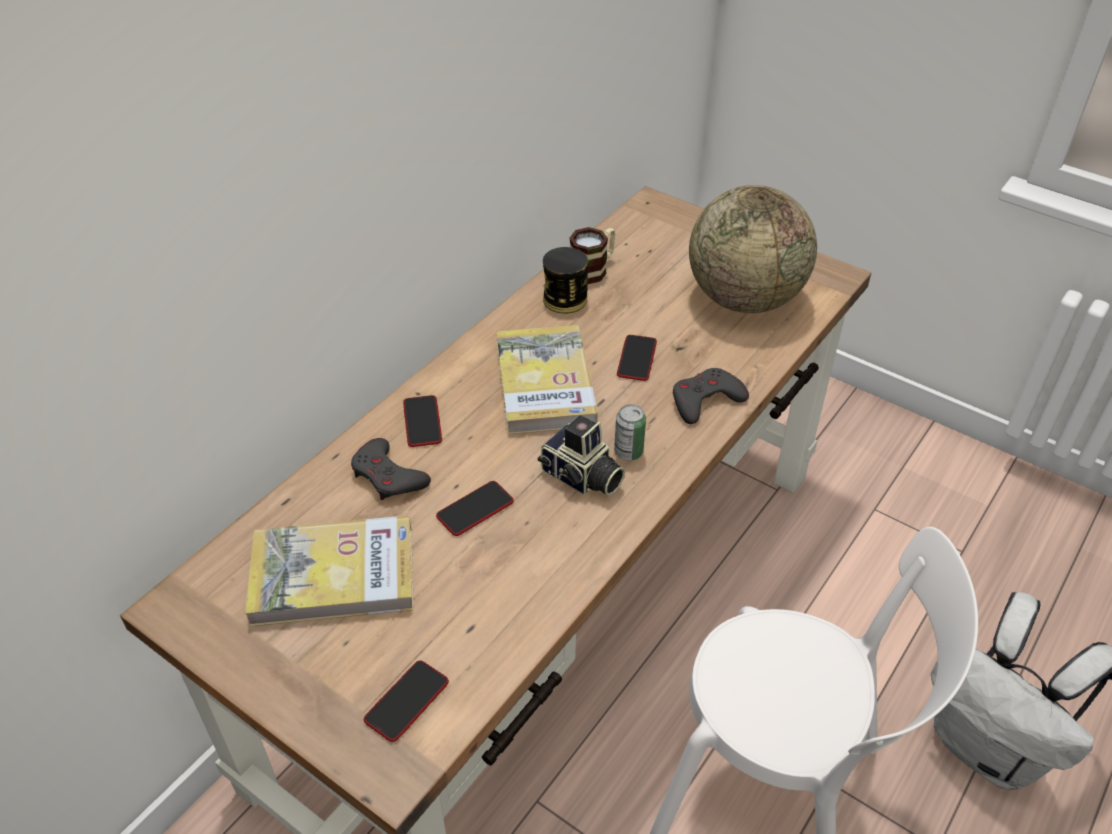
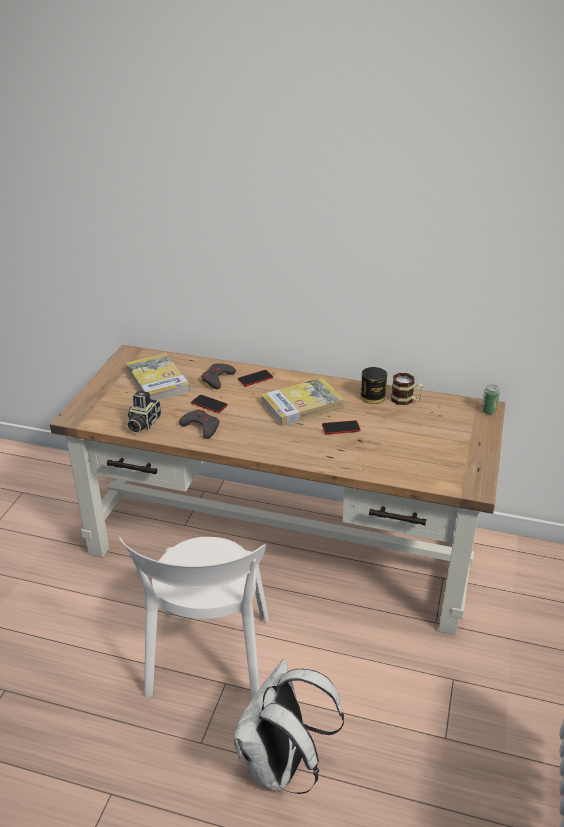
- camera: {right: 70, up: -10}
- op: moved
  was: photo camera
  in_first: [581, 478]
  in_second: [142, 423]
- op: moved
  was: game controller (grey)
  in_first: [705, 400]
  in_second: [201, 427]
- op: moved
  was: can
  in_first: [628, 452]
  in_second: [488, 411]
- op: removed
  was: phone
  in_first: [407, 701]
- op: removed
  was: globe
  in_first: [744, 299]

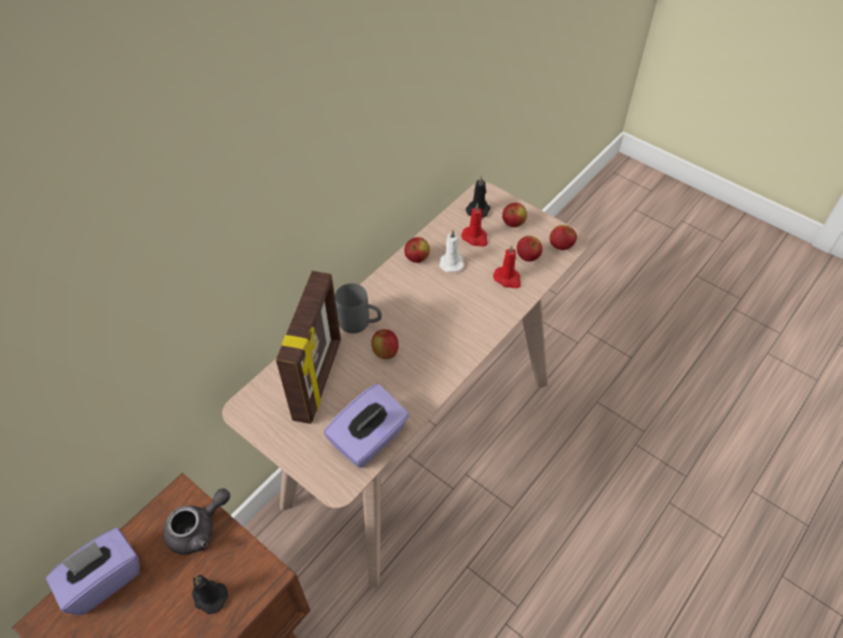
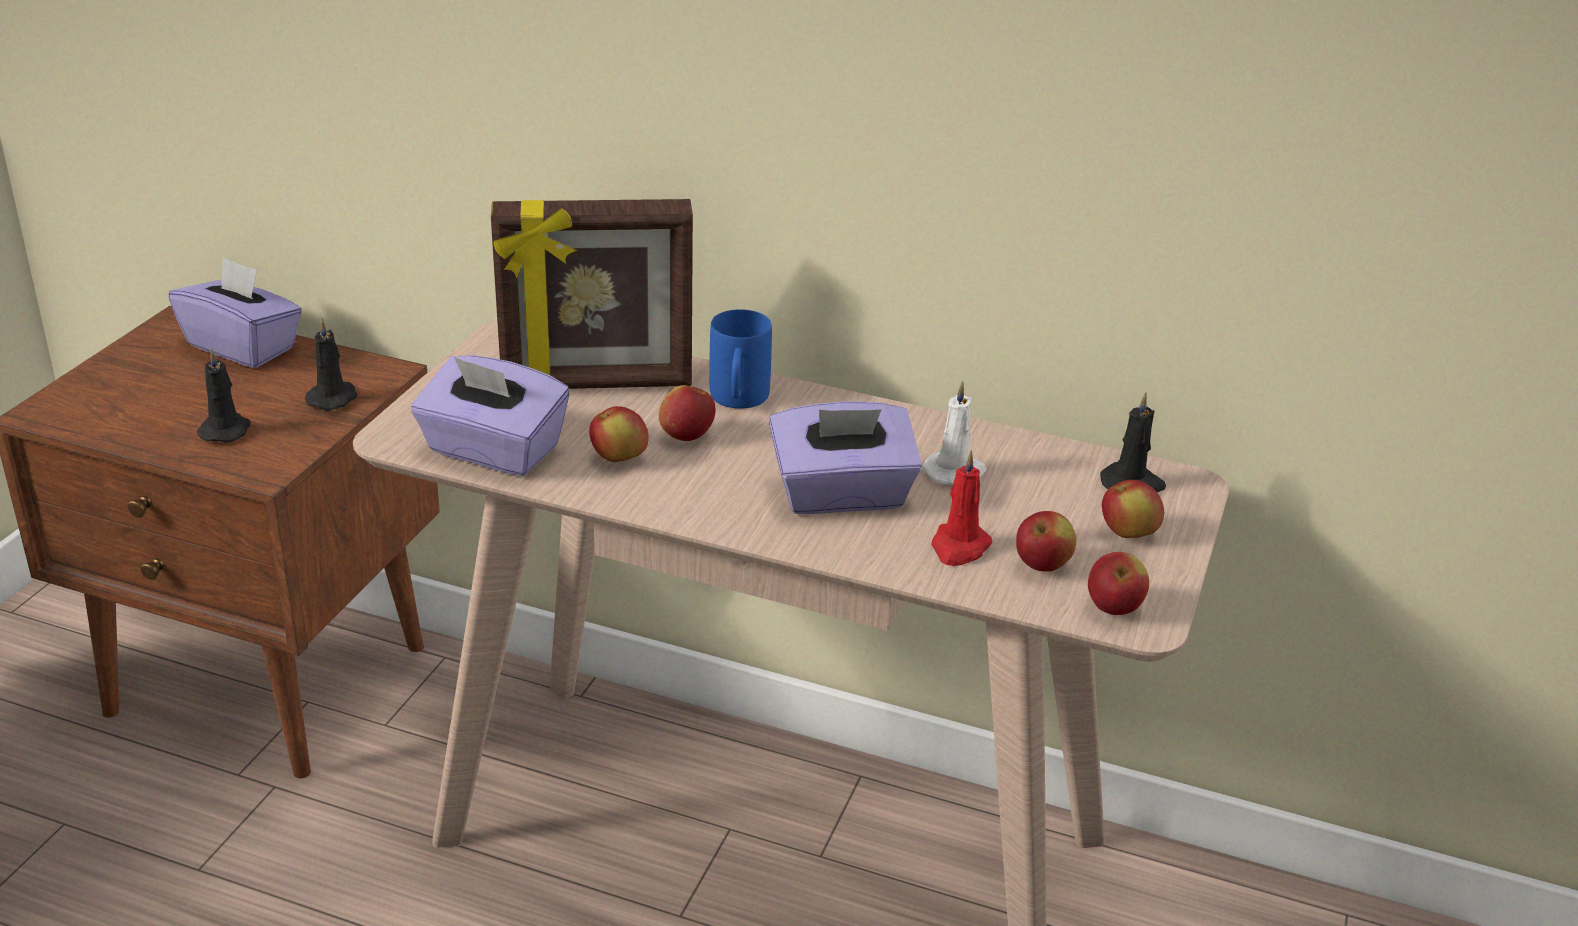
- camera: {right: 70, up: -20}
- op: replaced
  was: teapot (grey)
  now: candle (black)
  in_first: [199, 529]
  in_second: [333, 398]
- op: moved
  was: apple
  in_first: [417, 258]
  in_second: [619, 458]
- op: recoloured
  was: mug (grey)
  now: mug (blue)
  in_first: [361, 323]
  in_second: [738, 401]
- op: added
  now: tissue box (purple)
  in_second: [842, 495]
- op: removed
  was: candle (red)
  in_first: [475, 238]

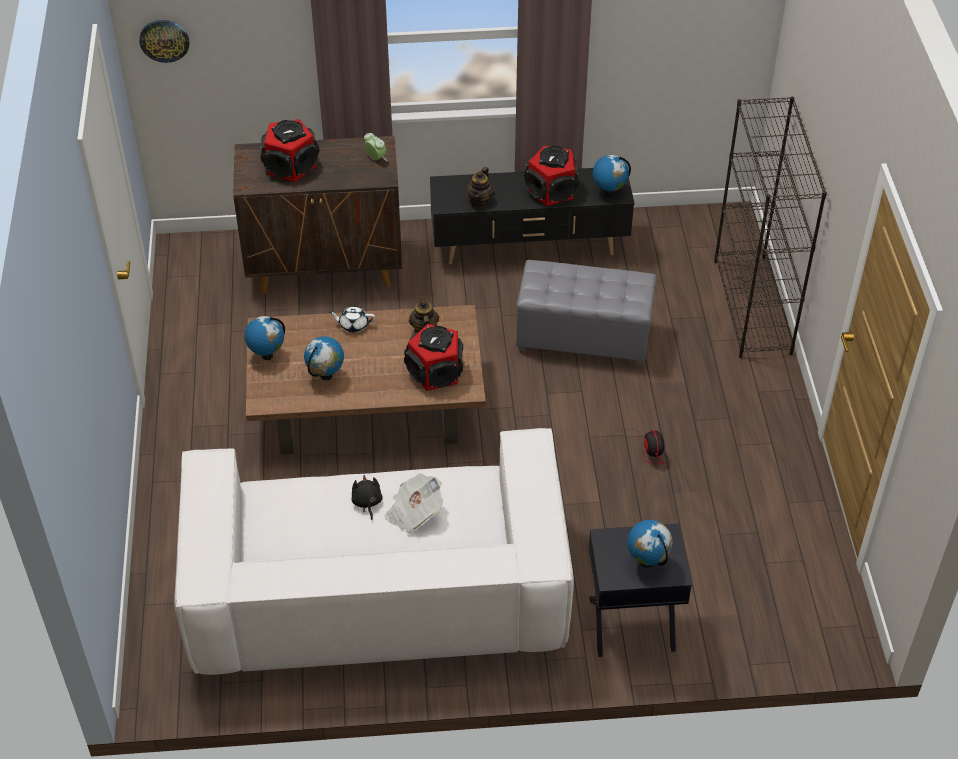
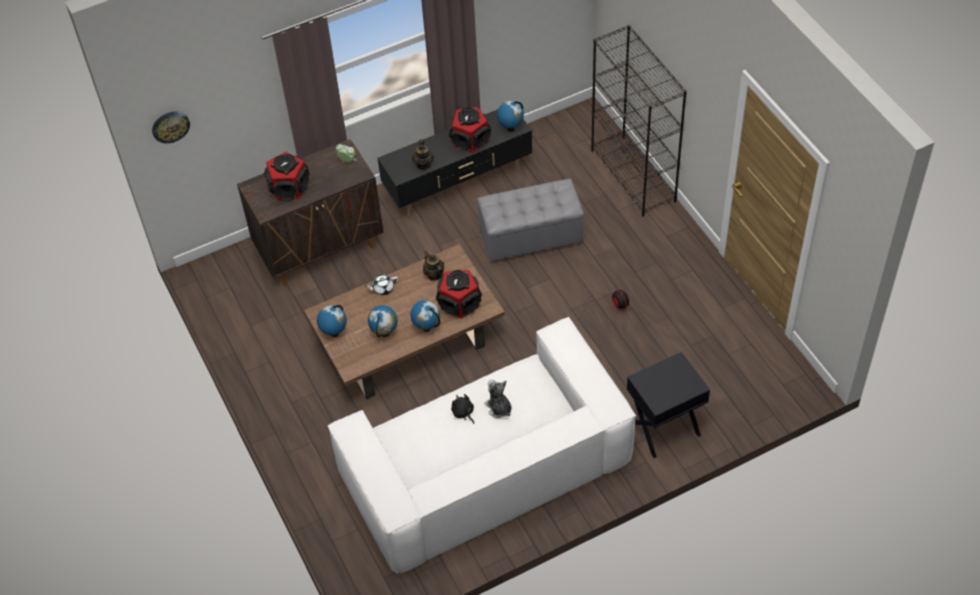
- camera: {right: -20, up: 5}
- op: moved
  was: globe
  in_first: [647, 562]
  in_second: [426, 327]
- op: replaced
  was: newspaper
  now: plush toy
  in_first: [414, 512]
  in_second: [498, 408]

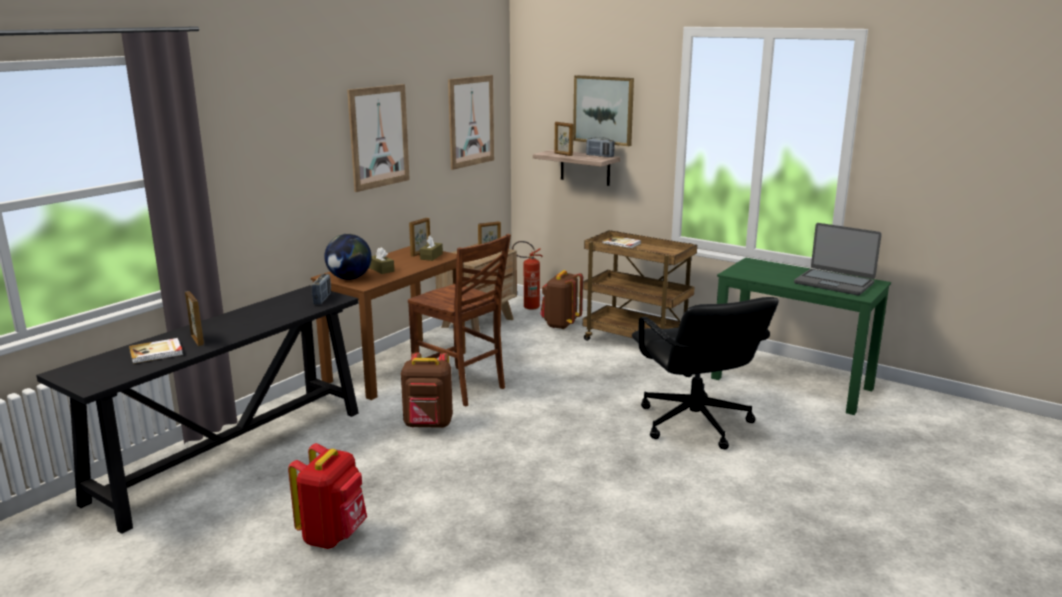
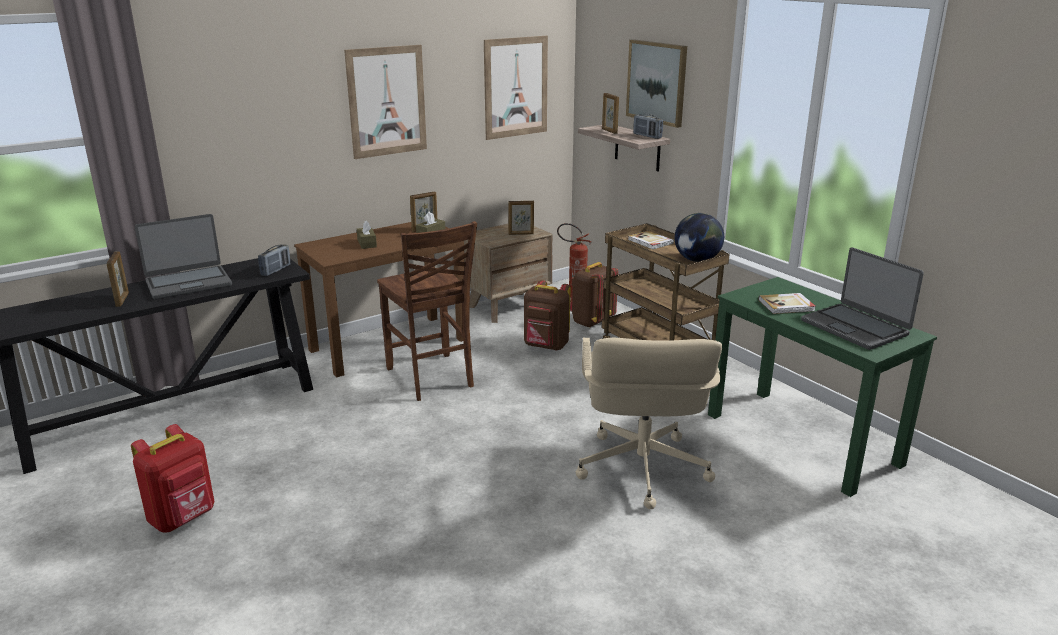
- camera: {right: 20, up: 5}
- op: added
  now: laptop
  in_second: [188, 283]
- op: moved
  was: backpack (brown)
  in_first: [428, 425]
  in_second: [546, 346]
- op: recoloured
  was: office chair (black)
  now: office chair (beige)
  in_first: [694, 424]
  in_second: [641, 469]
- op: moved
  was: globe
  in_first: [349, 278]
  in_second: [697, 260]
- op: moved
  was: book
  in_first: [156, 353]
  in_second: [787, 305]

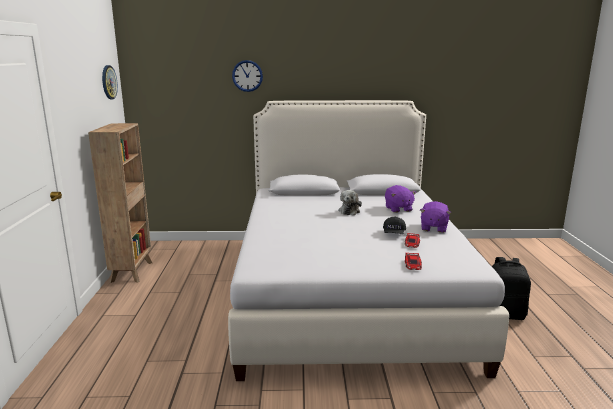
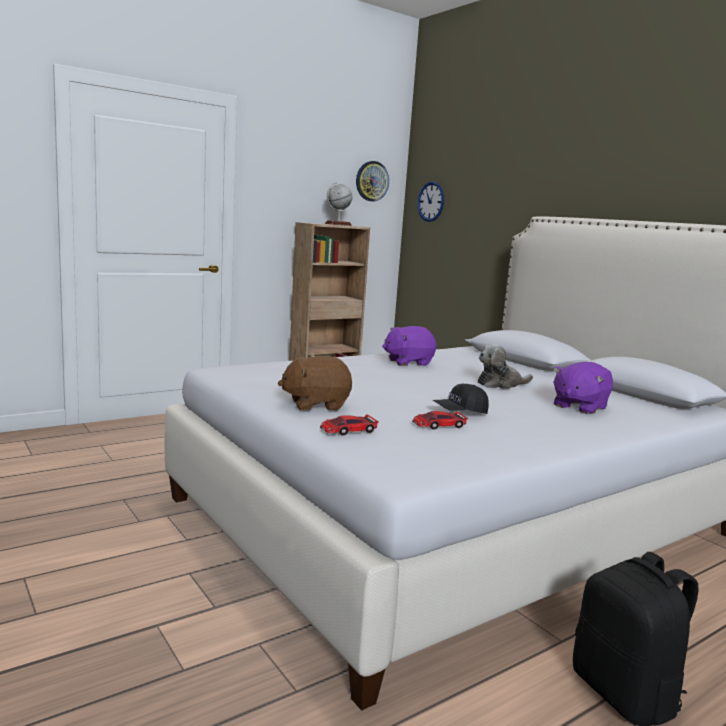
- camera: {right: 55, up: -5}
- op: added
  now: plush toy (brown)
  in_second: [316, 404]
- op: added
  now: globe
  in_second: [338, 224]
- op: moved
  was: plush toy (purple)
  in_first: [433, 228]
  in_second: [408, 362]
- op: moved
  was: wall clock
  in_first: [247, 76]
  in_second: [431, 201]

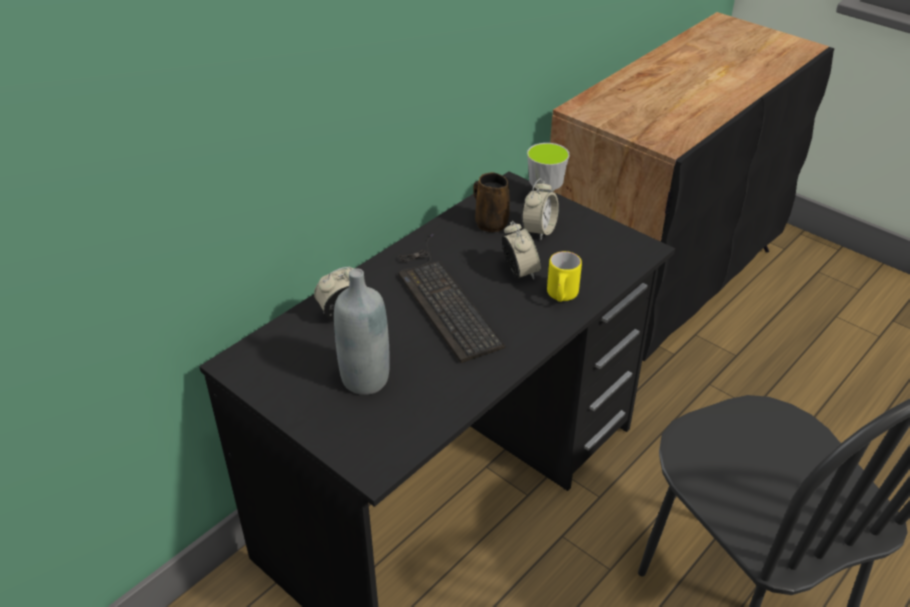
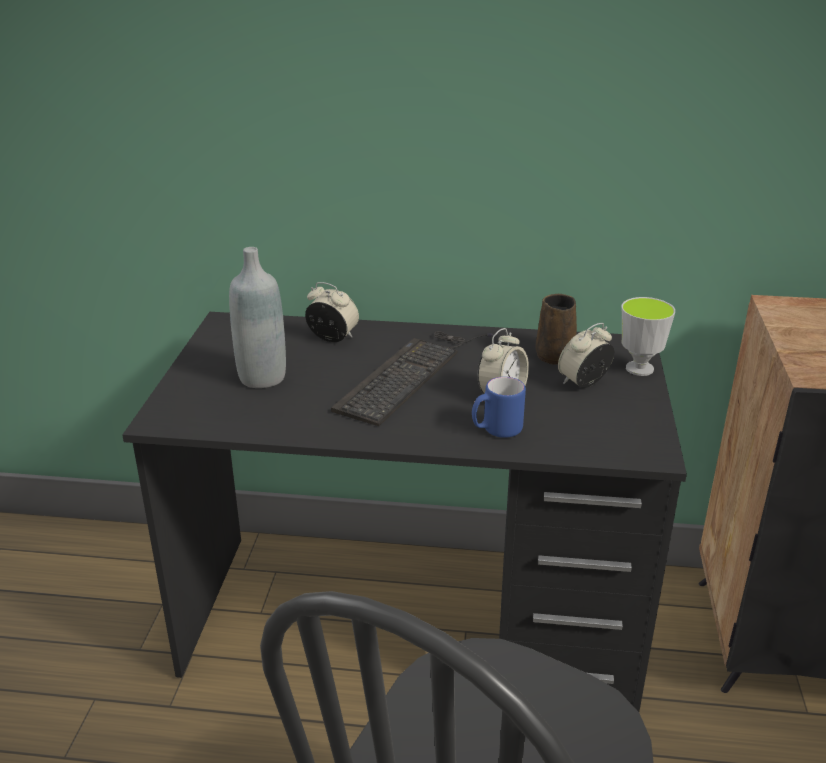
- camera: {right: 55, up: -10}
- op: recoloured
  was: mug (yellow)
  now: mug (blue)
  in_first: [561, 296]
  in_second: [496, 430]
- op: turned
  was: alarm clock
  in_first: [539, 230]
  in_second: [583, 383]
  clockwise: 150

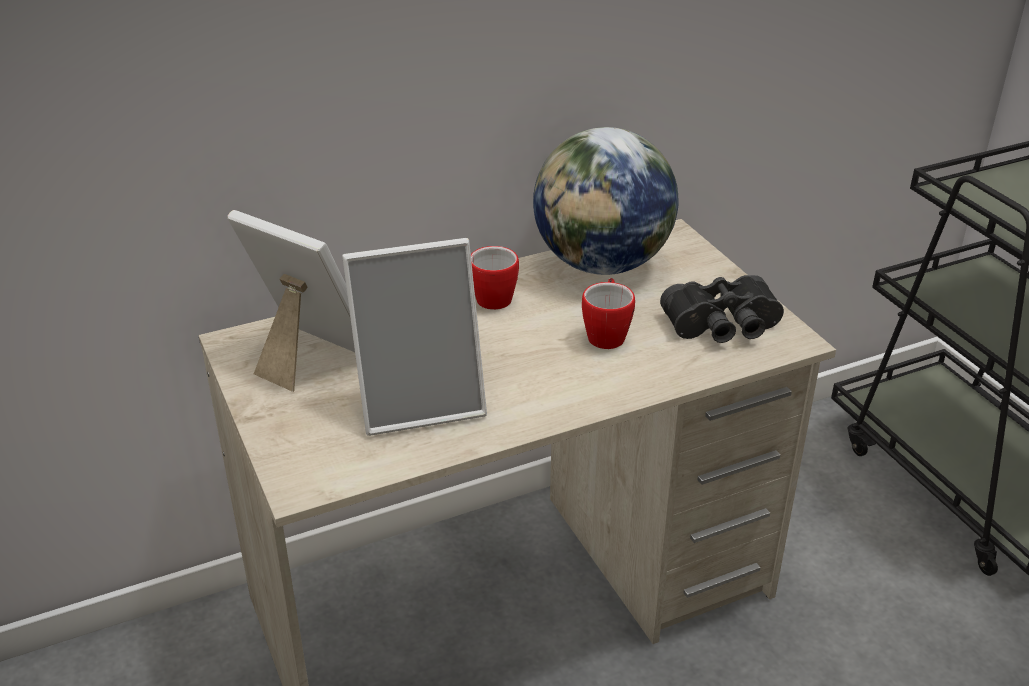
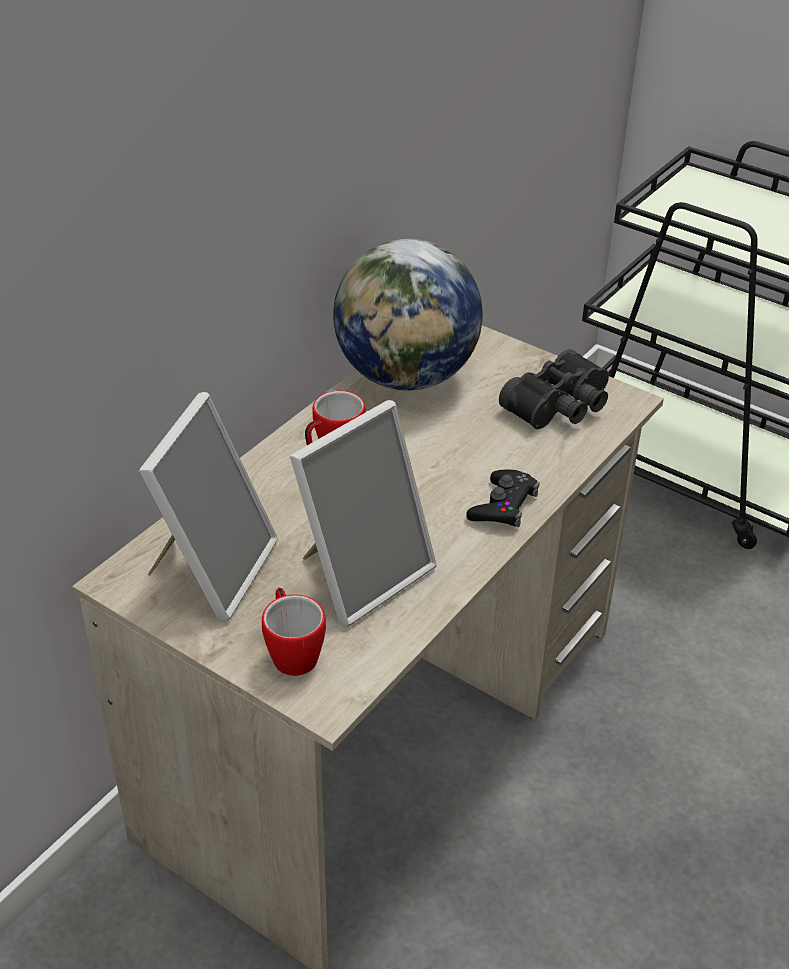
- camera: {right: -30, up: 5}
- op: turned
  was: picture frame
  in_first: [307, 357]
  in_second: [212, 569]
  clockwise: 105
- op: moved
  was: mug
  in_first: [607, 334]
  in_second: [292, 652]
- op: added
  now: game controller (black)
  in_second: [503, 506]

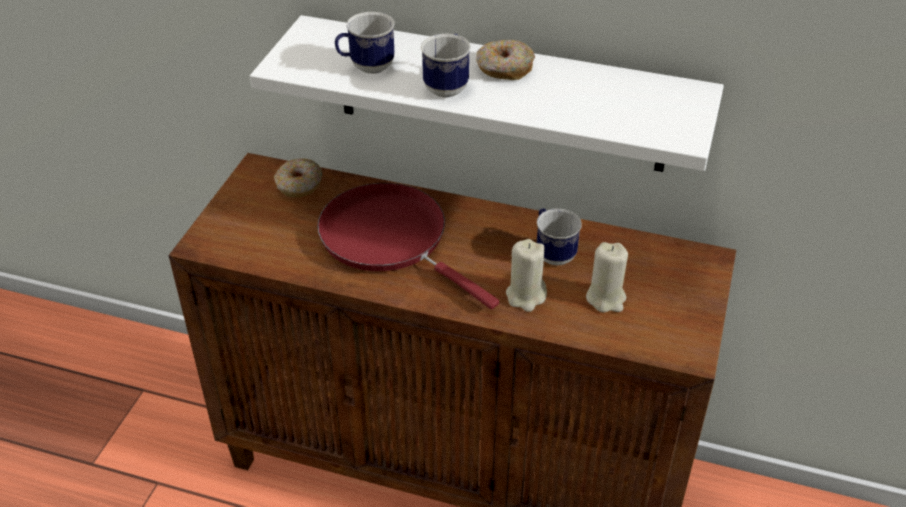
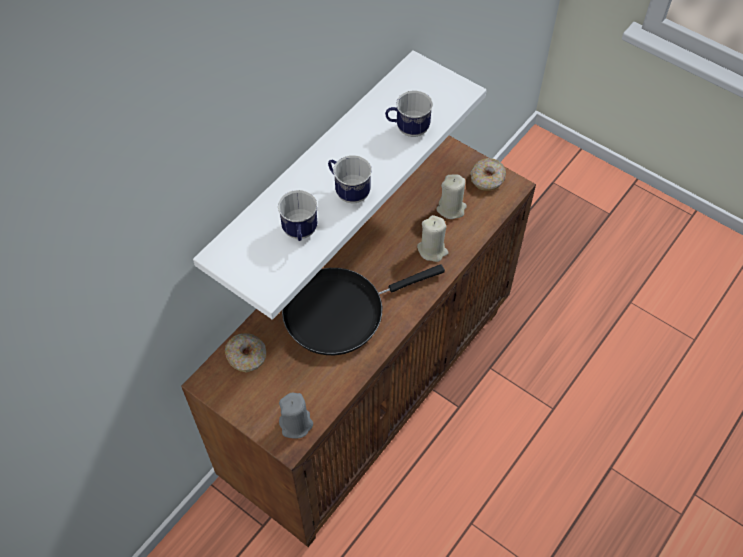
- camera: {right: -70, up: 15}
- op: added
  now: candle (grey)
  in_second: [296, 424]
- op: recoloured
  was: frying pan (red)
  now: frying pan (black)
  in_first: [390, 239]
  in_second: [340, 312]
- op: moved
  was: mug
  in_first: [552, 253]
  in_second: [407, 129]
- op: moved
  was: donut
  in_first: [504, 68]
  in_second: [487, 179]

